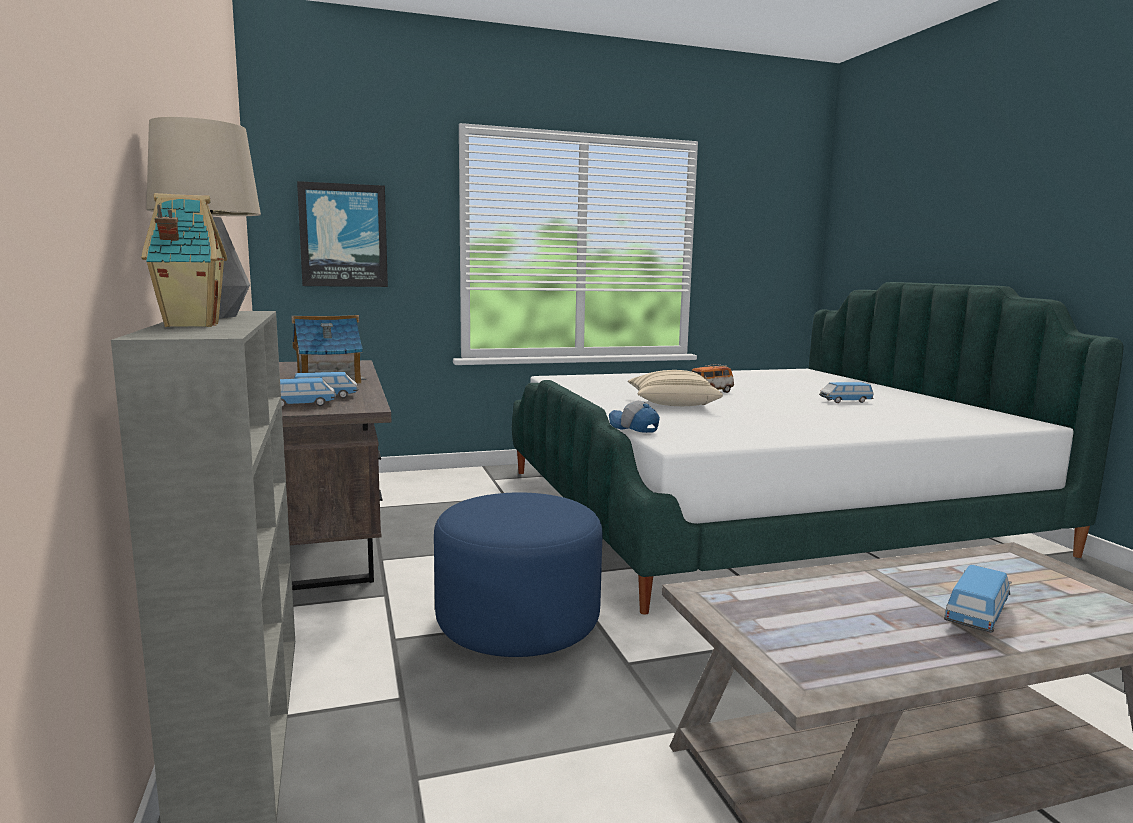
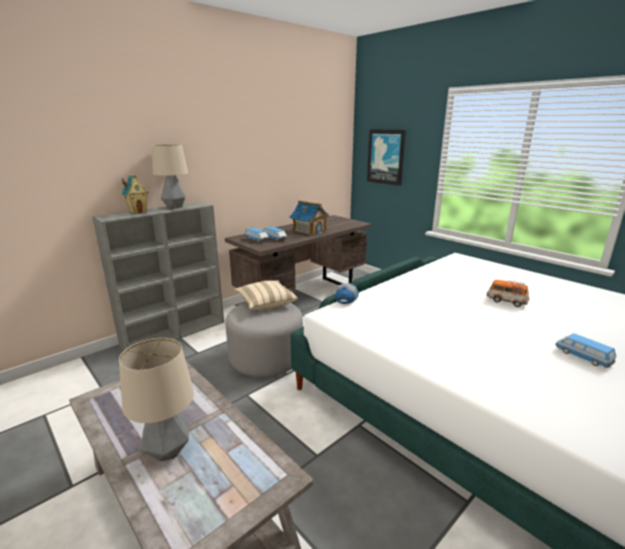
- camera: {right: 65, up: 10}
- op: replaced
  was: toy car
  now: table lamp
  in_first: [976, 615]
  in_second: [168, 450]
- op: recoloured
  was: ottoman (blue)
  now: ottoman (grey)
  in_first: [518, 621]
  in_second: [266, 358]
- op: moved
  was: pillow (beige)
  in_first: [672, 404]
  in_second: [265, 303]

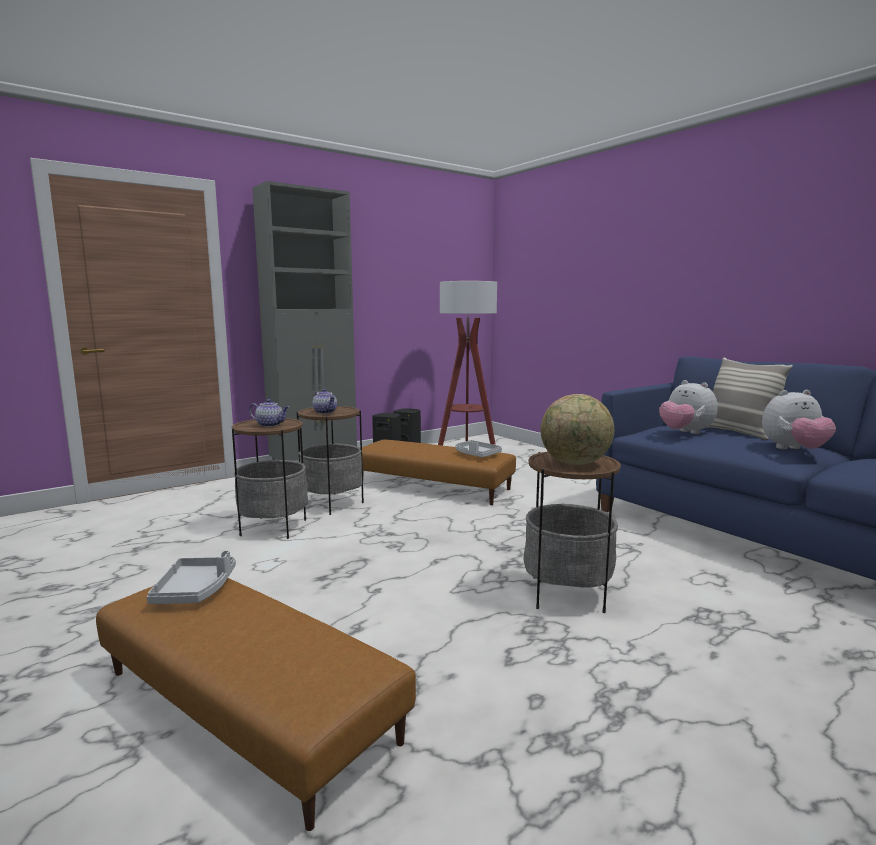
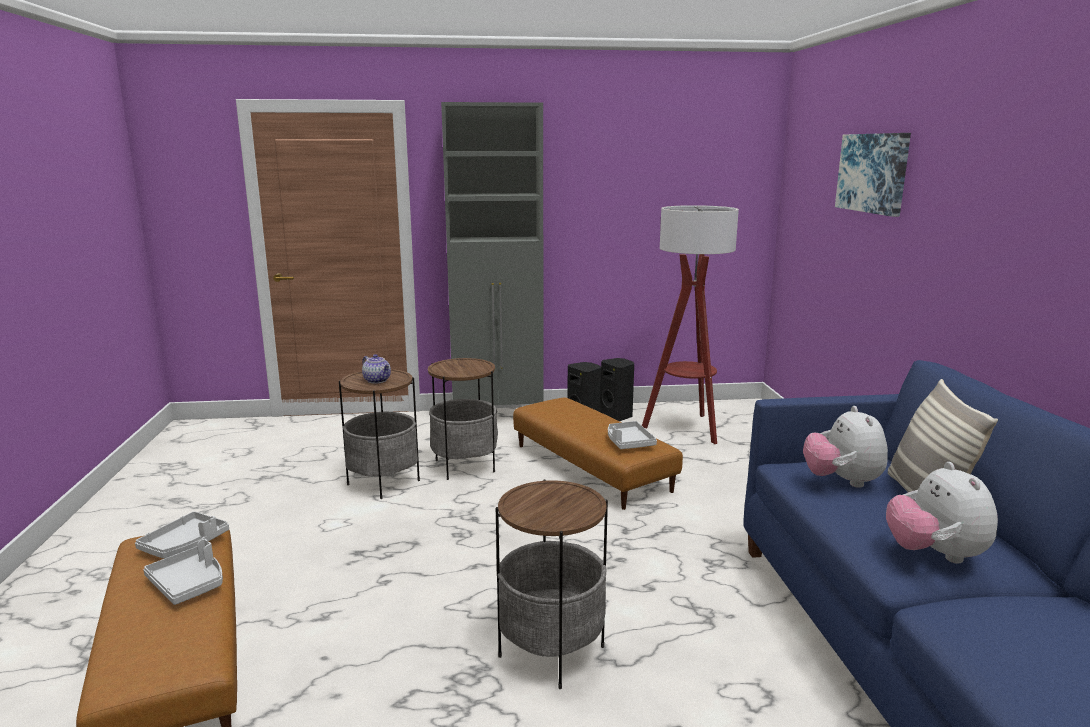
- camera: {right: 30, up: 5}
- op: added
  now: tray (grey)
  in_second: [189, 584]
- op: added
  now: picture
  in_second: [873, 173]
- op: turned
  was: plush toy
  in_first: [794, 450]
  in_second: [935, 555]
  clockwise: 60
- op: removed
  was: teapot
  in_first: [326, 412]
- op: removed
  was: globe
  in_first: [575, 464]

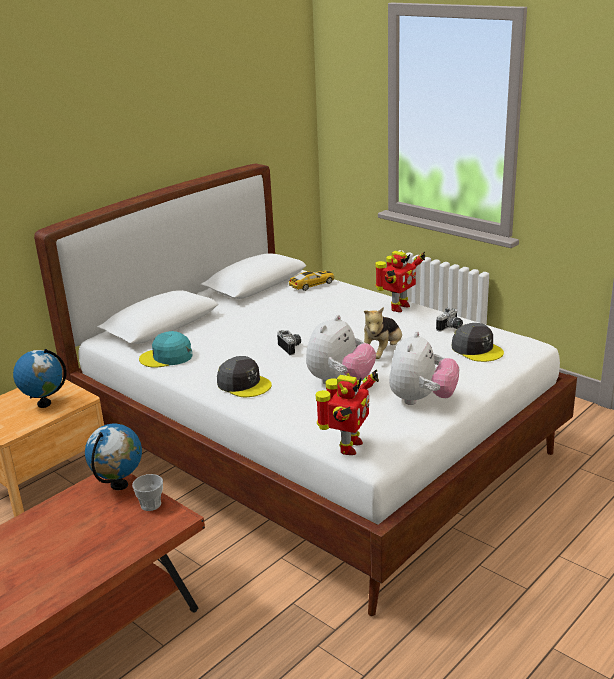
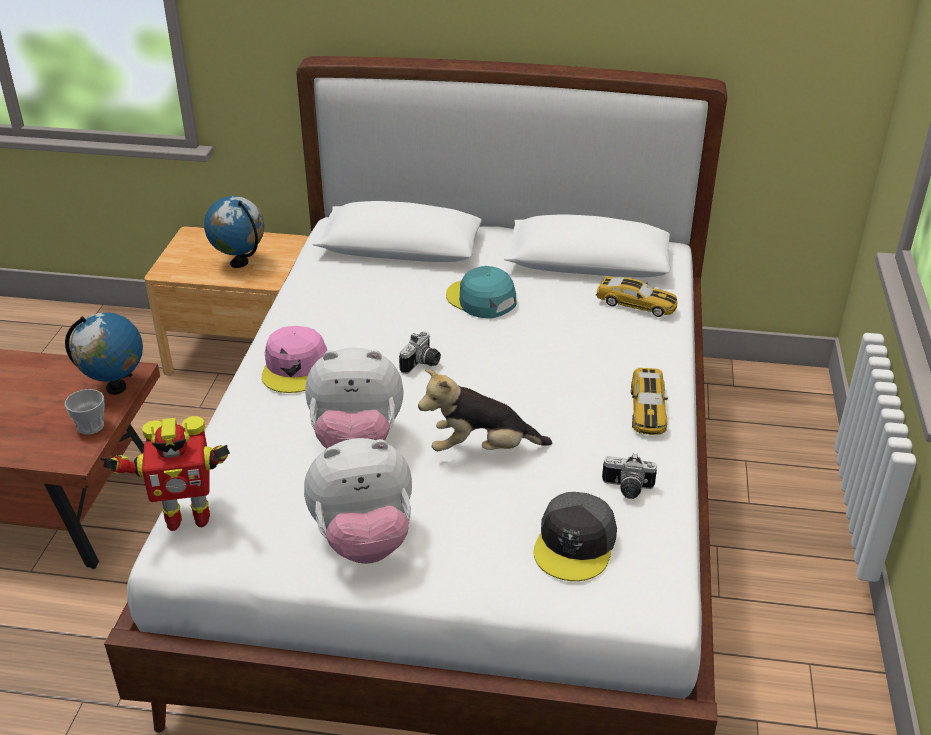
- camera: {right: 55, up: 10}
- op: recoloured
  was: cap (grey)
  now: cap (pink)
  in_first: [244, 384]
  in_second: [295, 368]
- op: moved
  was: cap (turquoise)
  in_first: [167, 357]
  in_second: [481, 299]
- op: replaced
  was: toy robot
  now: toy car
  in_first: [398, 307]
  in_second: [647, 409]

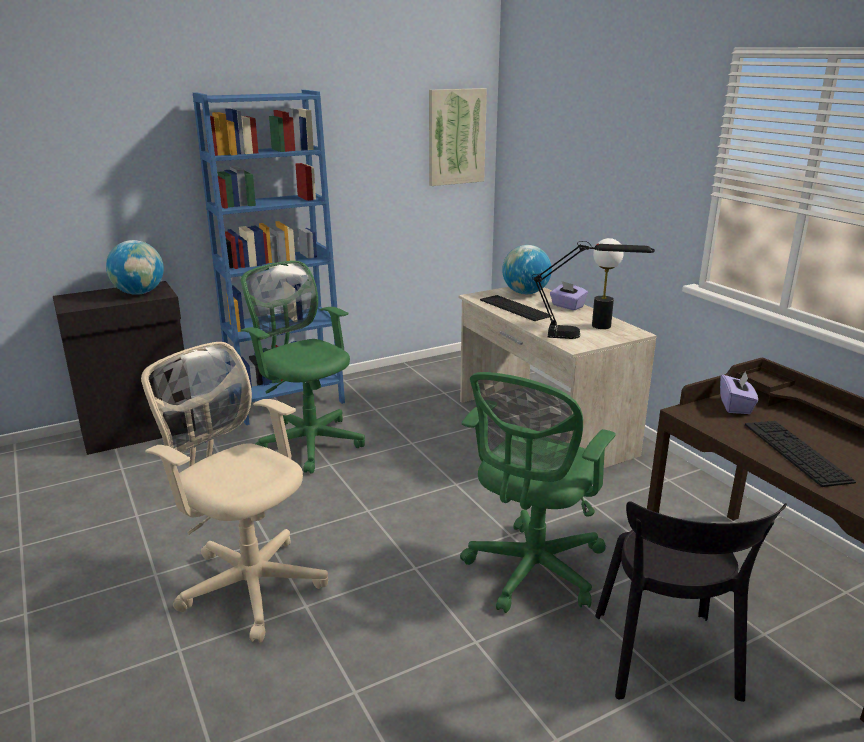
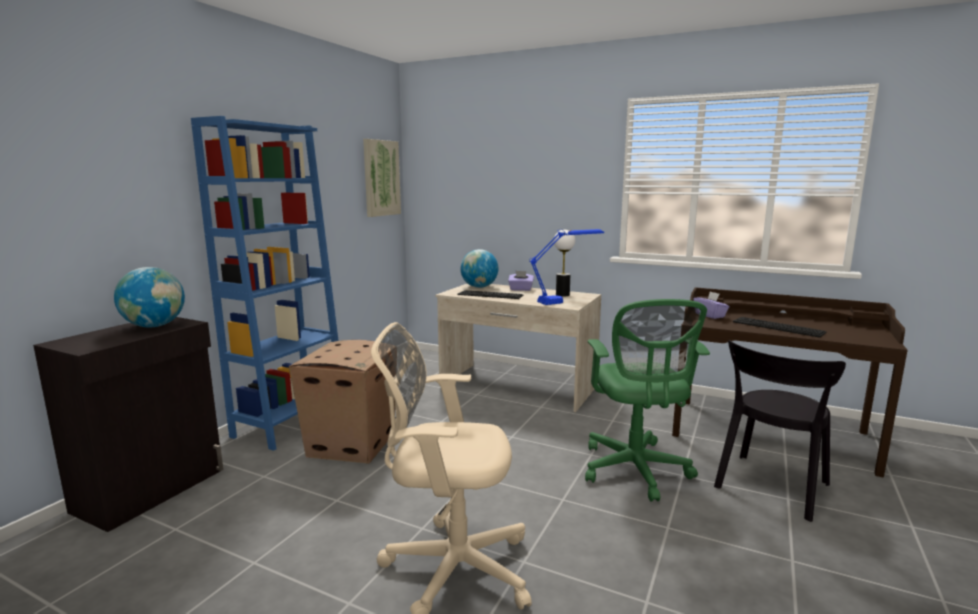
- camera: {right: -35, up: -10}
- op: replaced
  was: office chair (green)
  now: cardboard box
  in_first: [308, 441]
  in_second: [352, 444]
- op: recoloured
  was: table lamp (black)
  now: table lamp (blue)
  in_first: [585, 336]
  in_second: [565, 300]
- op: turned
  was: chair (black)
  in_first: [666, 661]
  in_second: [770, 488]
  clockwise: 75

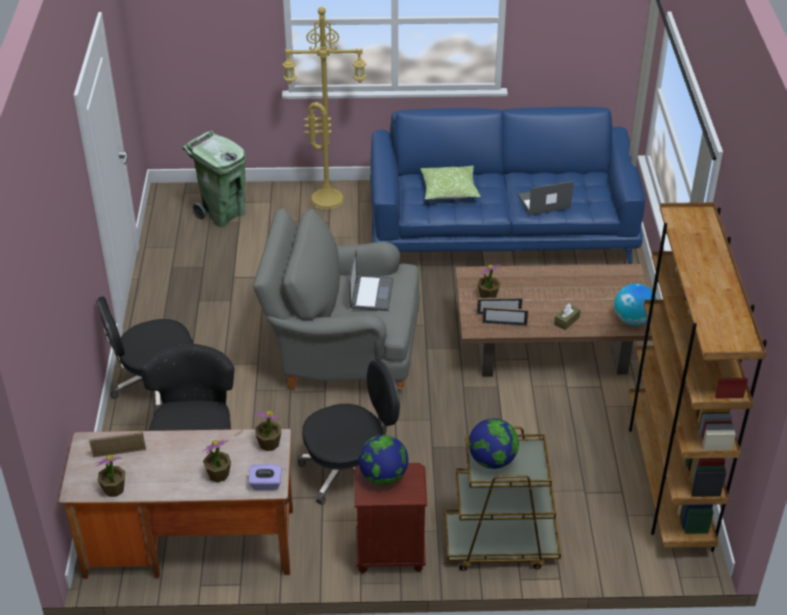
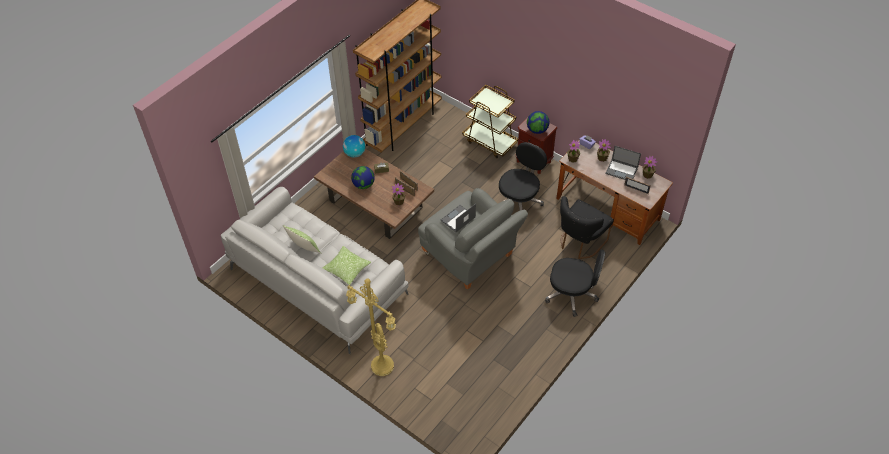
- camera: {right: -140, up: 10}
- op: recoloured
  was: sofa (blue)
  now: sofa (white)
  in_first: [501, 228]
  in_second: [317, 281]
- op: added
  now: pillow
  in_second: [304, 249]
- op: moved
  was: globe
  in_first: [492, 460]
  in_second: [363, 185]
- op: turned
  was: office chair (black)
  in_first: [350, 471]
  in_second: [519, 200]
  clockwise: 105
- op: moved
  was: laptop
  in_first: [543, 202]
  in_second: [622, 170]
- op: removed
  was: trash can (green)
  in_first: [223, 214]

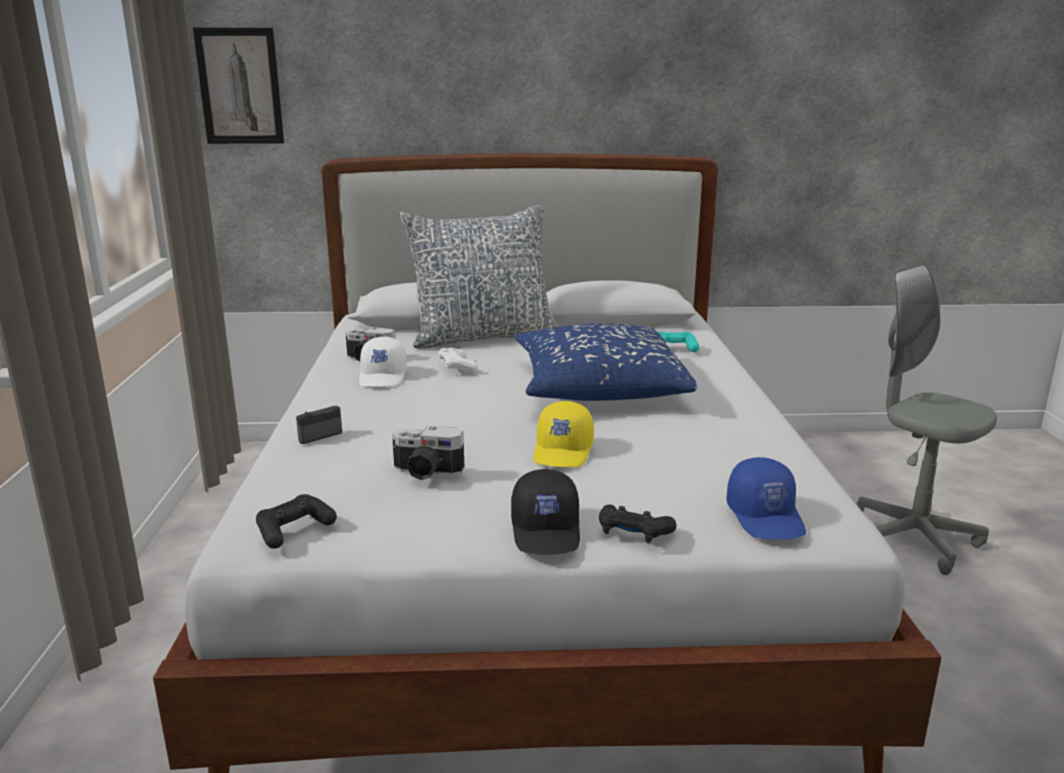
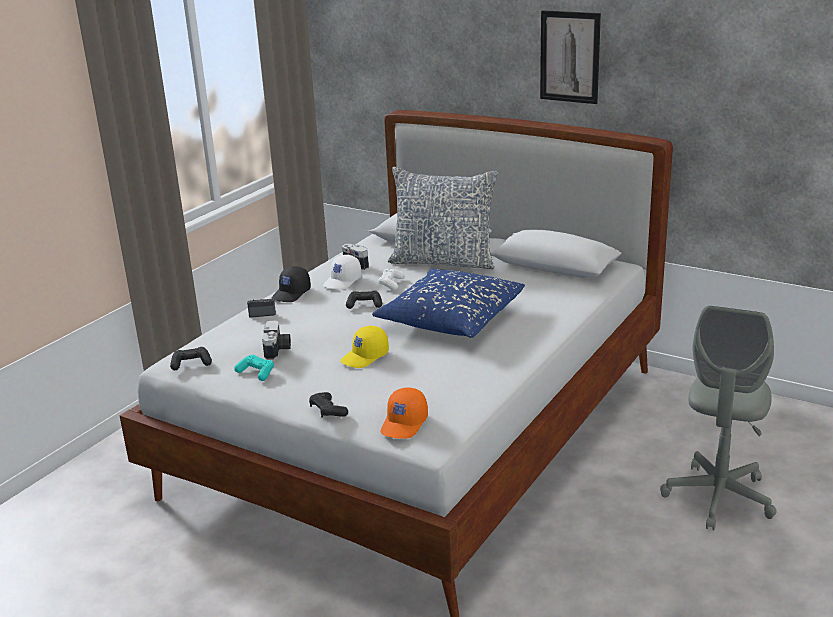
- camera: {right: 35, up: 5}
- op: moved
  was: game controller (turquoise)
  in_first: [673, 349]
  in_second: [256, 373]
- op: turned
  was: photo camera
  in_first: [426, 472]
  in_second: [278, 350]
  clockwise: -135
- op: moved
  was: cap (black)
  in_first: [547, 531]
  in_second: [291, 294]
- op: added
  now: game controller (black)
  in_second: [364, 304]
- op: recoloured
  was: cap (blue)
  now: cap (orange)
  in_first: [767, 517]
  in_second: [405, 424]
- op: moved
  was: picture
  in_first: [240, 86]
  in_second: [569, 57]
- op: turned
  was: office chair (grey)
  in_first: [912, 538]
  in_second: [718, 497]
  clockwise: -150

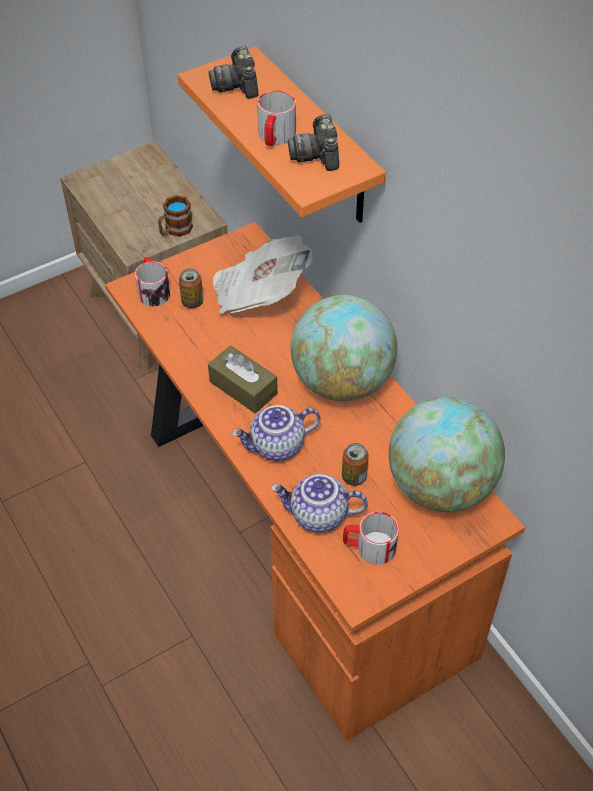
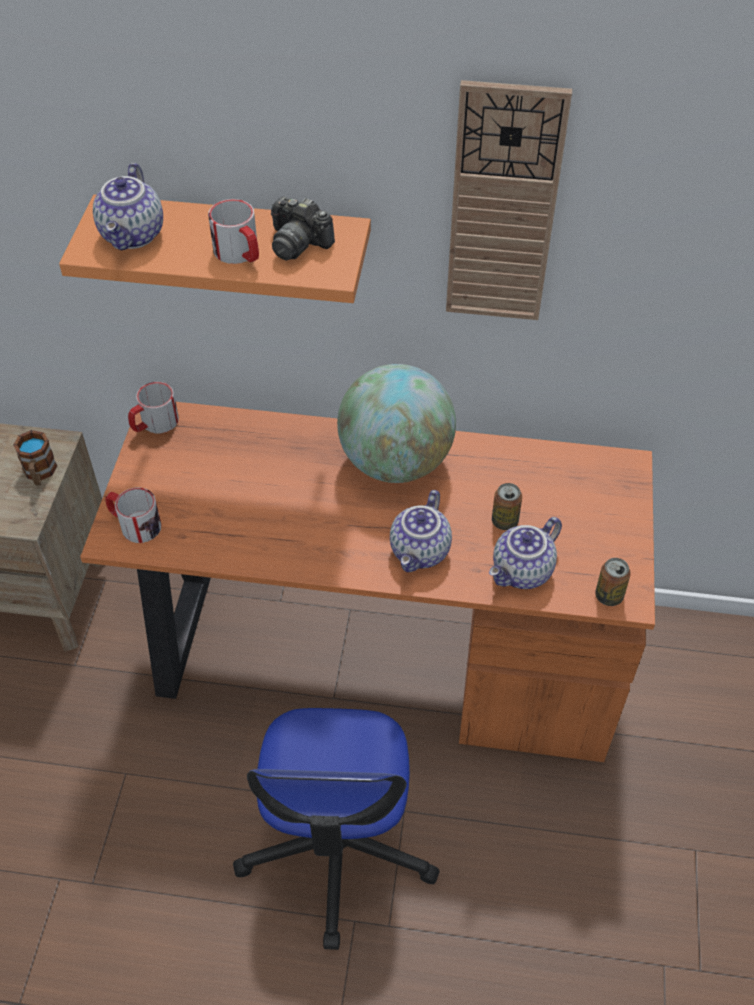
- camera: {right: -50, up: 0}
- op: replaced
  was: photo camera
  now: teapot
  in_first: [237, 85]
  in_second: [134, 236]
- op: moved
  was: mug
  in_first: [369, 547]
  in_second: [154, 423]
- op: added
  now: office chair
  in_second: [337, 849]
- op: added
  now: wall clock
  in_second: [503, 208]
- op: moved
  was: can
  in_first: [192, 302]
  in_second: [608, 596]
- op: removed
  was: tissue box (brown)
  in_first: [243, 388]
- op: removed
  was: newspaper
  in_first: [259, 293]
- op: removed
  was: globe
  in_first: [440, 486]

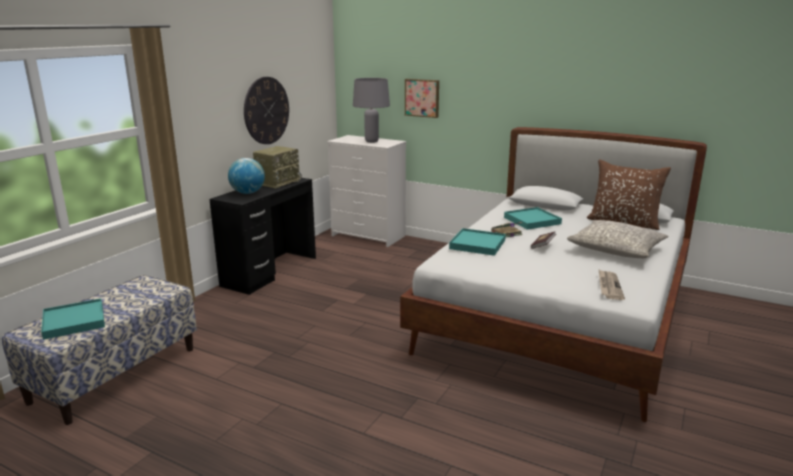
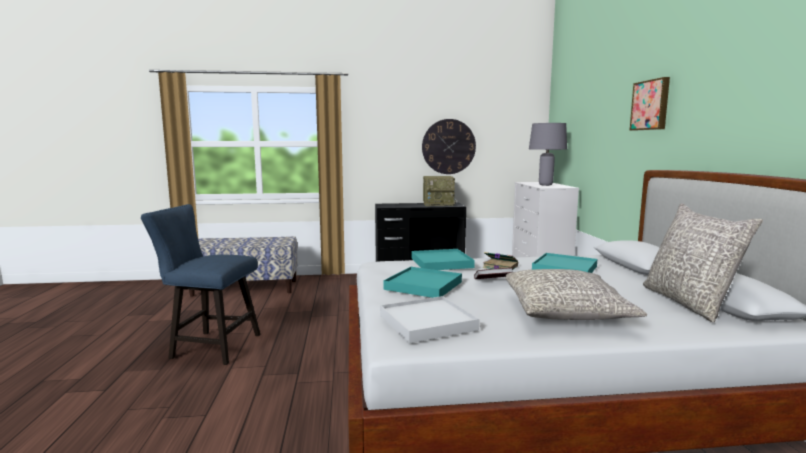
- camera: {right: 55, up: -10}
- op: added
  now: chair (blue)
  in_second: [210, 346]
- op: replaced
  was: newspaper
  now: tray (white)
  in_first: [609, 286]
  in_second: [427, 322]
- op: moved
  was: tray (turquoise)
  in_first: [74, 321]
  in_second: [423, 285]
- op: moved
  was: picture
  in_first: [422, 98]
  in_second: [651, 105]
- op: recoloured
  was: pillow (brown)
  now: pillow (grey)
  in_first: [623, 222]
  in_second: [689, 303]
- op: removed
  was: globe
  in_first: [247, 193]

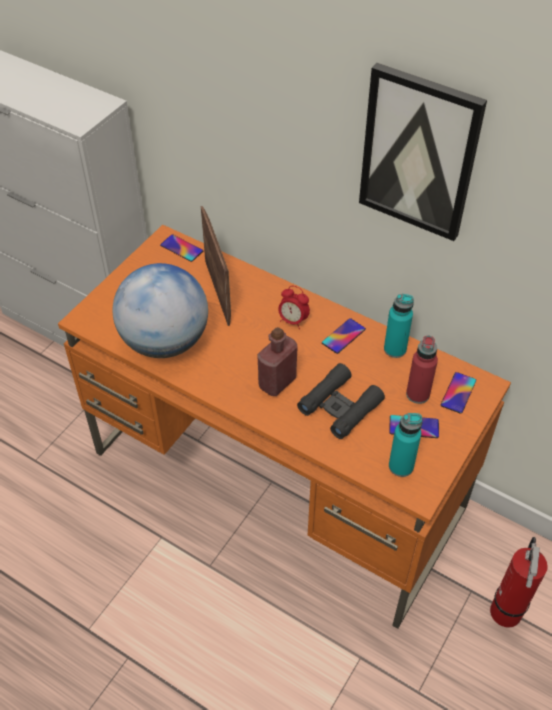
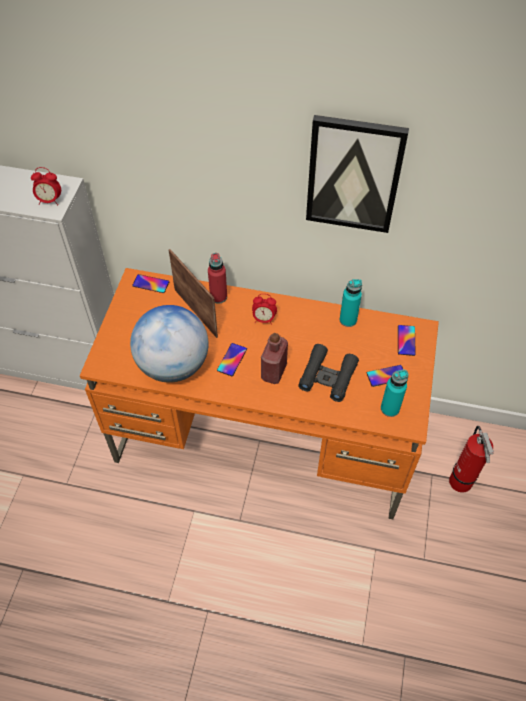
- camera: {right: -20, up: 5}
- op: added
  now: alarm clock
  in_second: [50, 201]
- op: moved
  was: bottle (red)
  in_first: [417, 394]
  in_second: [218, 297]
- op: moved
  was: phone
  in_first: [343, 336]
  in_second: [232, 359]

